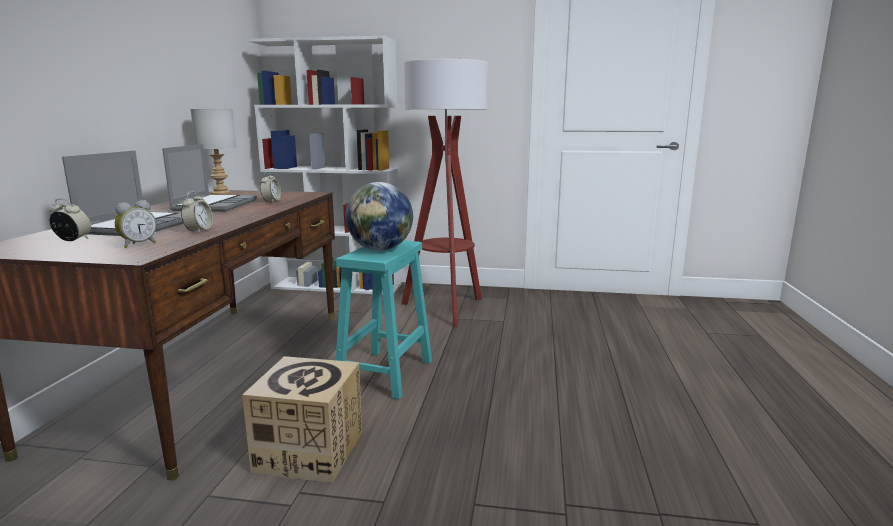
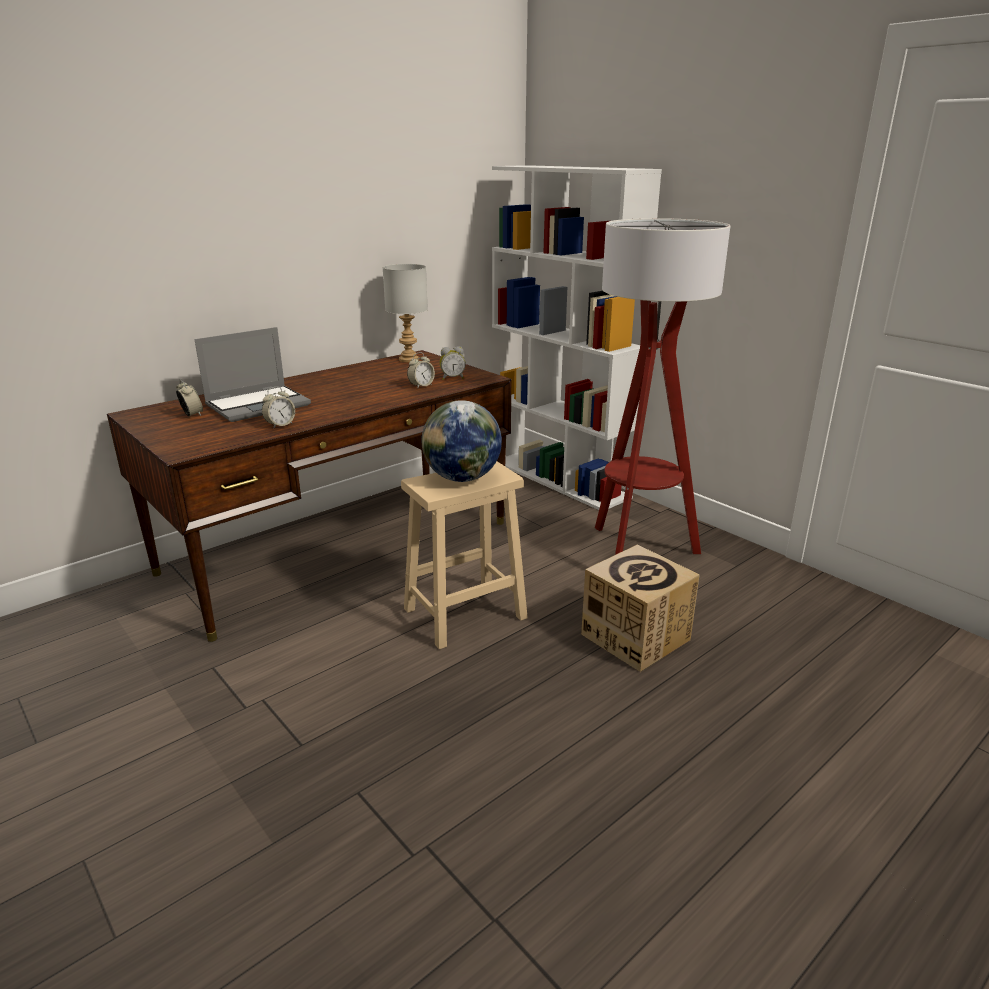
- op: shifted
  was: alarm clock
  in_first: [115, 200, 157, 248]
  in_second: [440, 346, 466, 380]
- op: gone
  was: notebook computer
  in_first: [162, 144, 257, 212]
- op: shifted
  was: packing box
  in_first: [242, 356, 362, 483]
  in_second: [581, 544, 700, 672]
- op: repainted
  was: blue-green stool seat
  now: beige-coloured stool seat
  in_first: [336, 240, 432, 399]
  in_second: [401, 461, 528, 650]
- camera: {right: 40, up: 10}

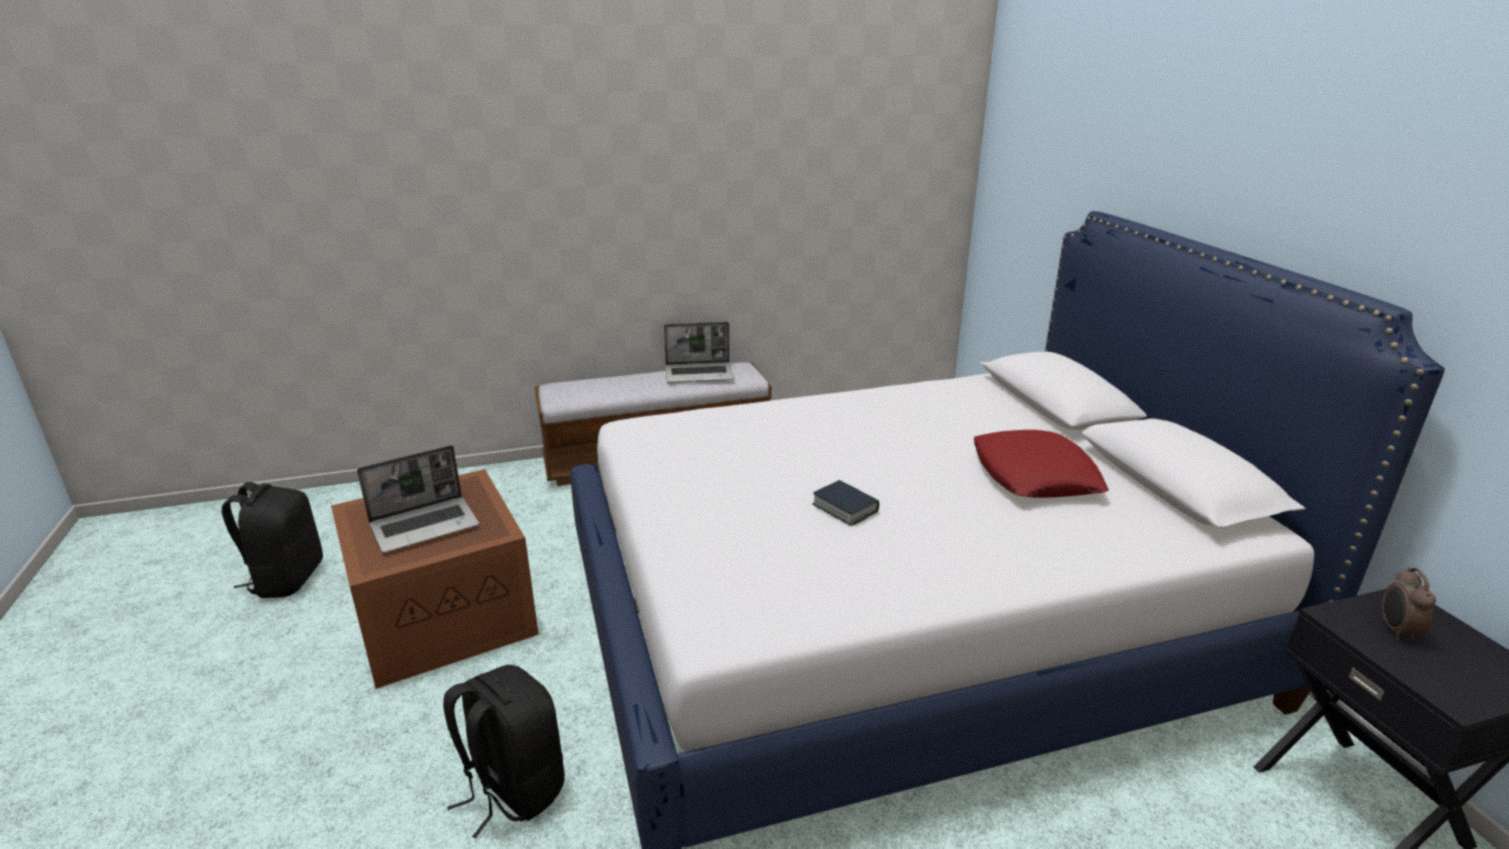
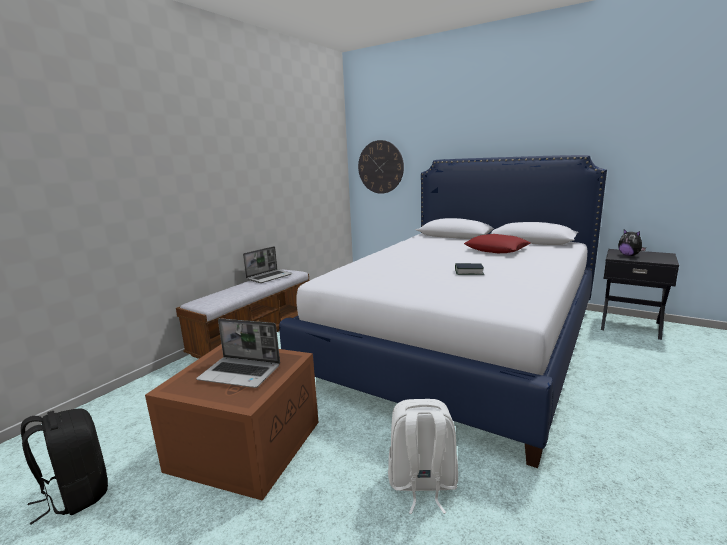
- op: rotated
  was: notebook computer
  in_first: [357, 445, 479, 553]
  in_second: [196, 318, 280, 388]
  clockwise: 90
- op: repainted
  was: black-coloured knapsack
  now: white-coloured knapsack
  in_first: [443, 665, 565, 838]
  in_second: [388, 399, 458, 514]
- op: swapped
  was: alarm clock
  now: soft toy
  in_first: [1382, 567, 1436, 640]
  in_second: [618, 229, 646, 256]
- op: new
  now: hanging clock
  in_second: [358, 140, 404, 194]
- camera: {right: -40, up: -10}

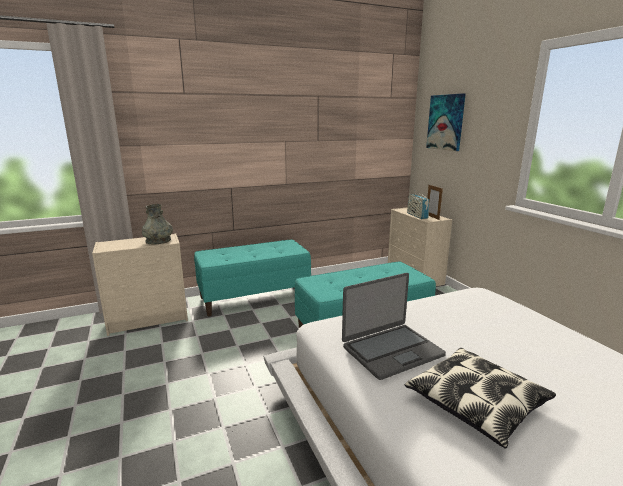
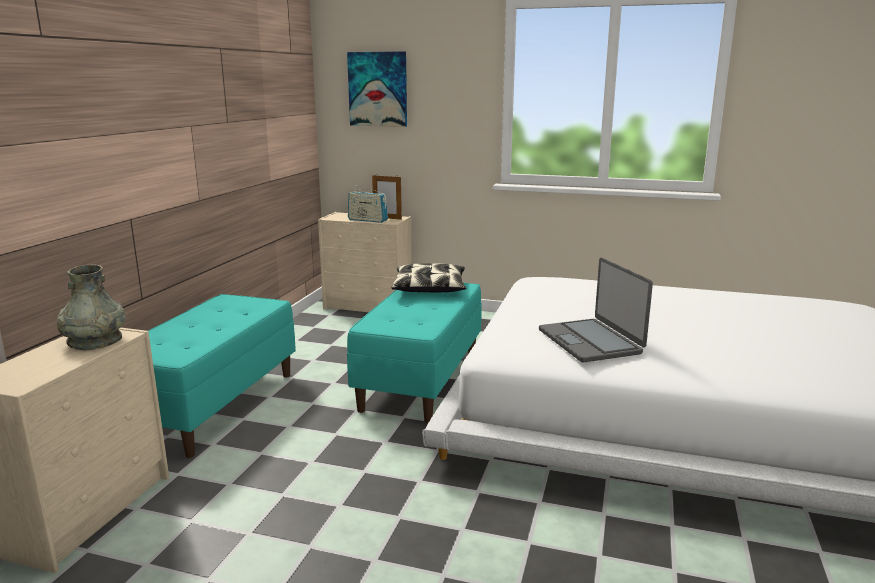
- op: rotated
  was: notebook computer
  in_first: [342, 273, 446, 380]
  in_second: [539, 258, 653, 363]
  clockwise: 150
- op: shifted
  was: throw pillow
  in_first: [405, 348, 556, 449]
  in_second: [391, 263, 466, 292]
- camera: {right: -50, up: 0}

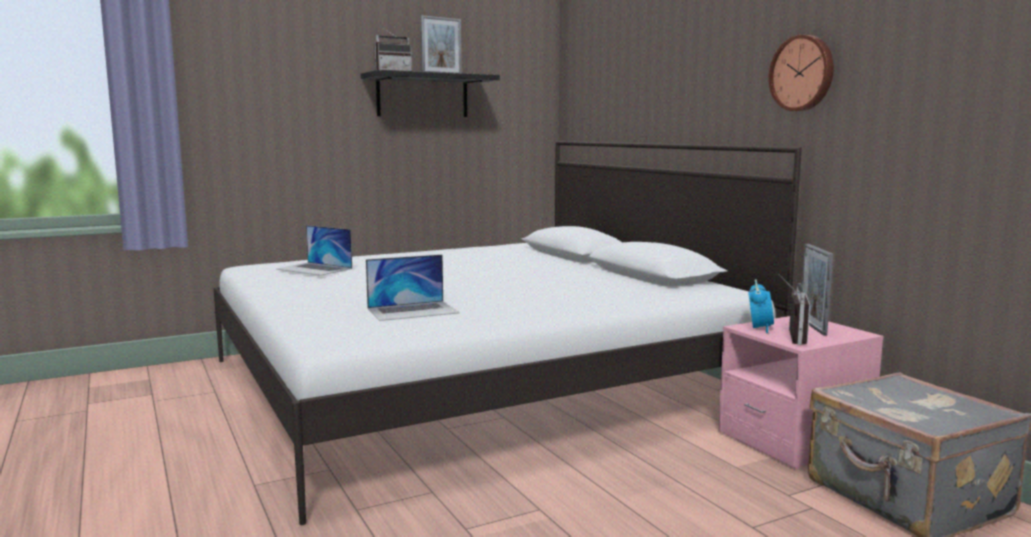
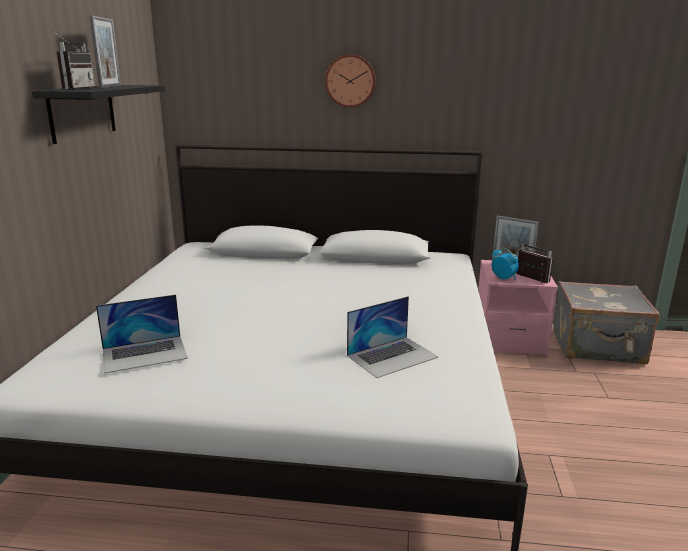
- op: rotated
  was: notebook computer
  in_first: [366, 255, 460, 321]
  in_second: [347, 296, 438, 378]
  clockwise: 45
- op: shifted
  was: hanging clock
  in_first: [768, 35, 834, 111]
  in_second: [325, 54, 376, 108]
- camera: {right: -55, up: 10}

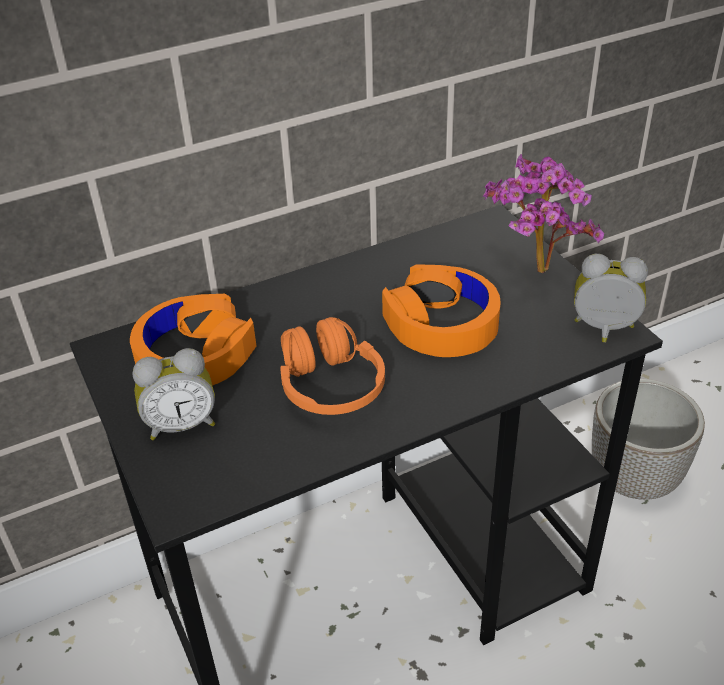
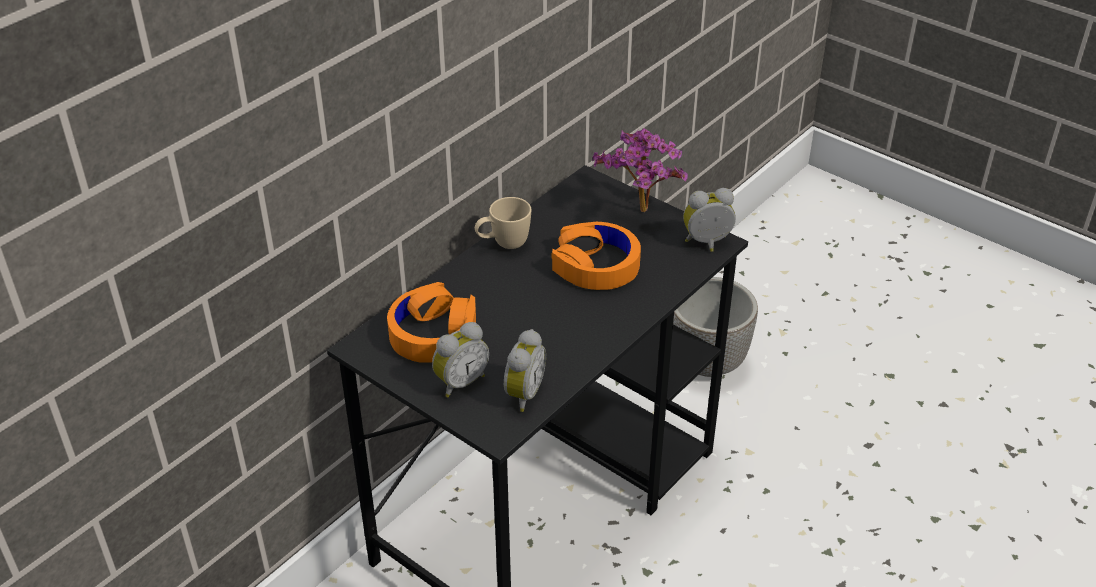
- op: gone
  was: orangey headphones
  in_first: [281, 317, 385, 415]
- op: new
  now: beige-coloured tea mug
  in_second: [475, 197, 531, 249]
- op: new
  now: alarm clock
  in_second: [504, 329, 546, 412]
- camera: {right: -25, up: 0}

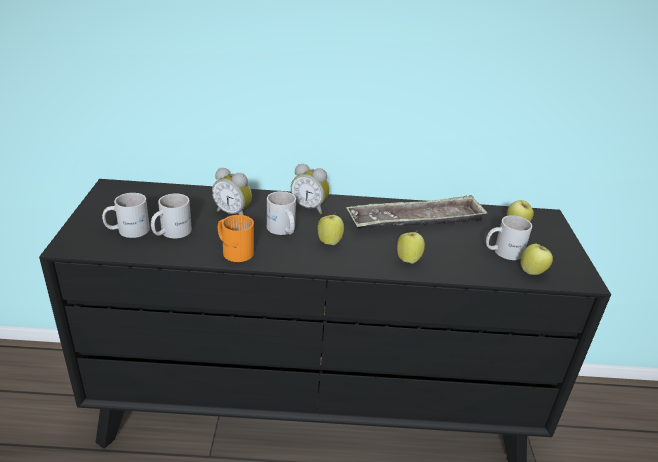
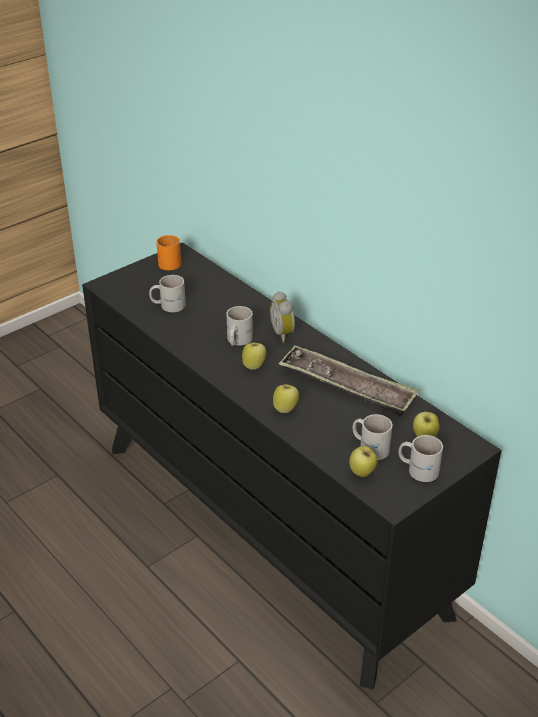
- op: shifted
  was: white-coloured tea mug
  in_first: [102, 193, 150, 238]
  in_second: [399, 435, 443, 482]
- op: gone
  was: alarm clock
  in_first: [212, 168, 252, 215]
- op: shifted
  was: orangey tea mug
  in_first: [218, 215, 254, 262]
  in_second: [156, 235, 181, 270]
- camera: {right: 50, up: 5}

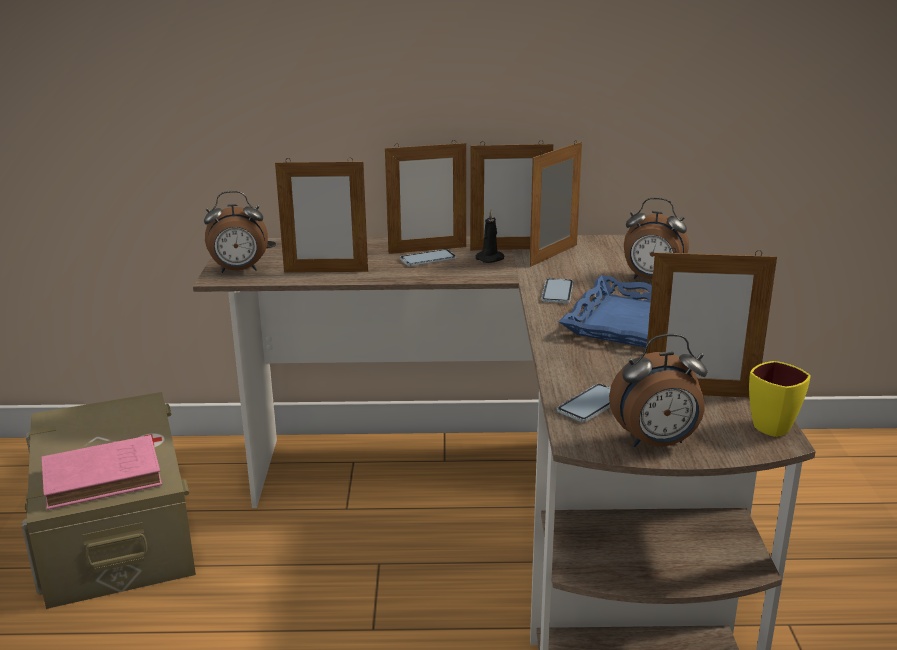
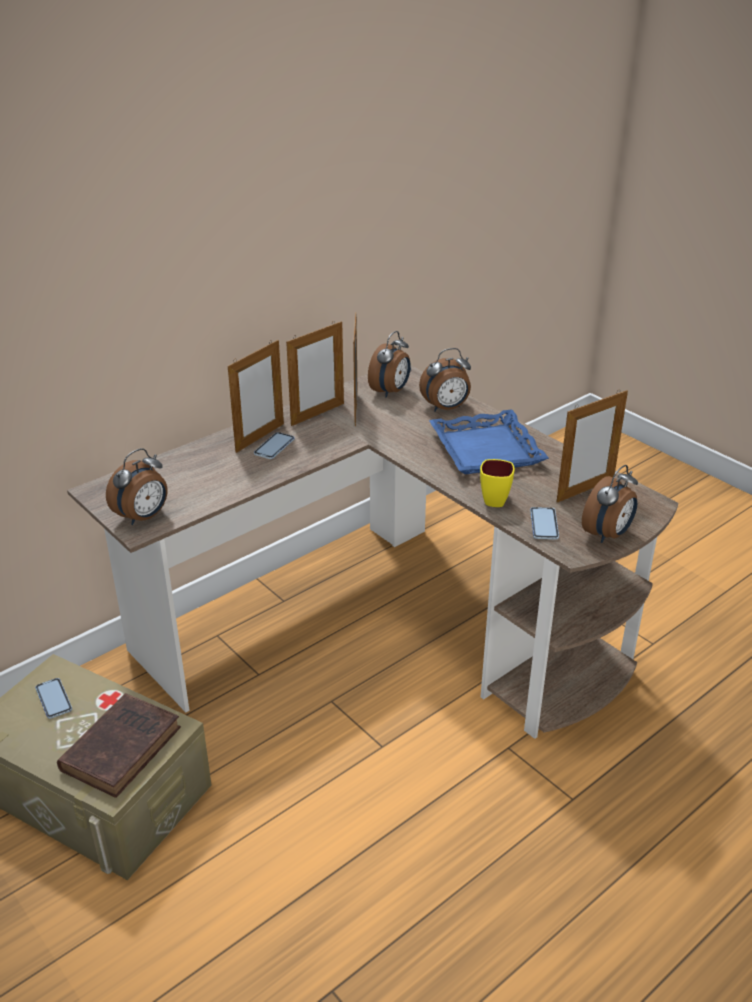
- op: repainted
  was: pink volume
  now: brown volume
  in_first: [42, 435, 162, 510]
  in_second: [57, 693, 181, 798]
- op: gone
  was: photo frame
  in_first: [275, 158, 368, 273]
- op: gone
  was: black-coloured candle
  in_first: [476, 209, 504, 263]
- op: shifted
  was: phone
  in_first: [541, 278, 574, 303]
  in_second: [35, 678, 72, 719]
- op: shifted
  was: yellow tea mug
  in_first: [749, 361, 811, 437]
  in_second: [480, 459, 515, 507]
- op: new
  now: alarm clock
  in_second: [368, 331, 411, 397]
- camera: {right: -40, up: 10}

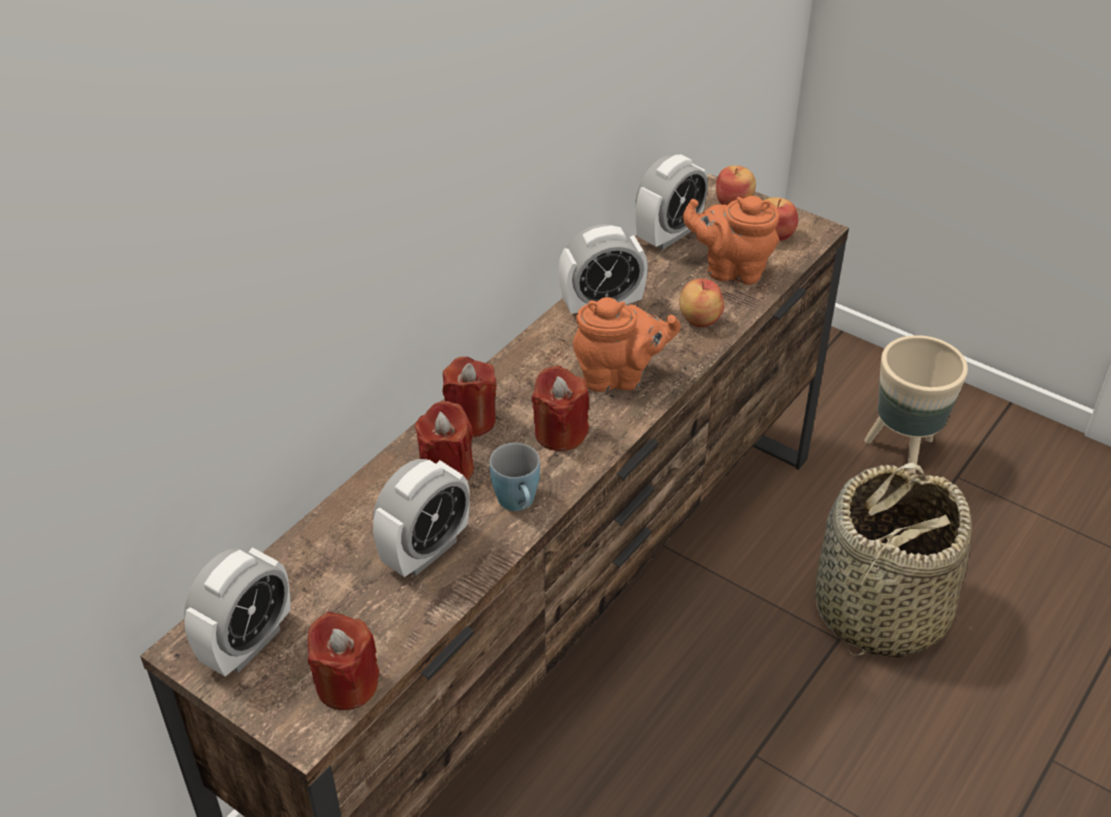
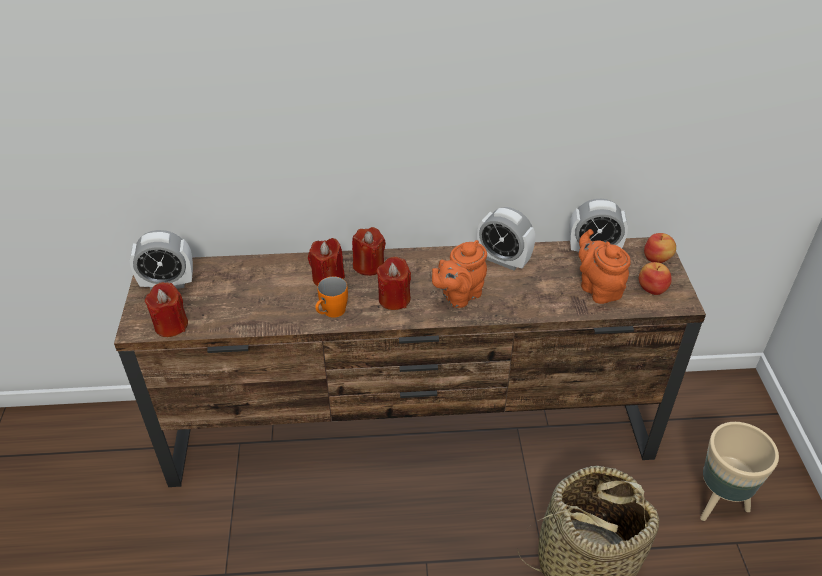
- op: gone
  was: alarm clock
  in_first: [373, 459, 470, 577]
- op: repainted
  was: blue-coloured tea mug
  now: orangey tea mug
  in_first: [490, 443, 540, 511]
  in_second: [315, 276, 348, 318]
- op: rotated
  was: orangey tea pot
  in_first: [573, 297, 681, 392]
  in_second: [432, 240, 487, 308]
  clockwise: 90
- op: gone
  was: apple
  in_first: [679, 279, 724, 327]
- camera: {right: 50, up: 0}

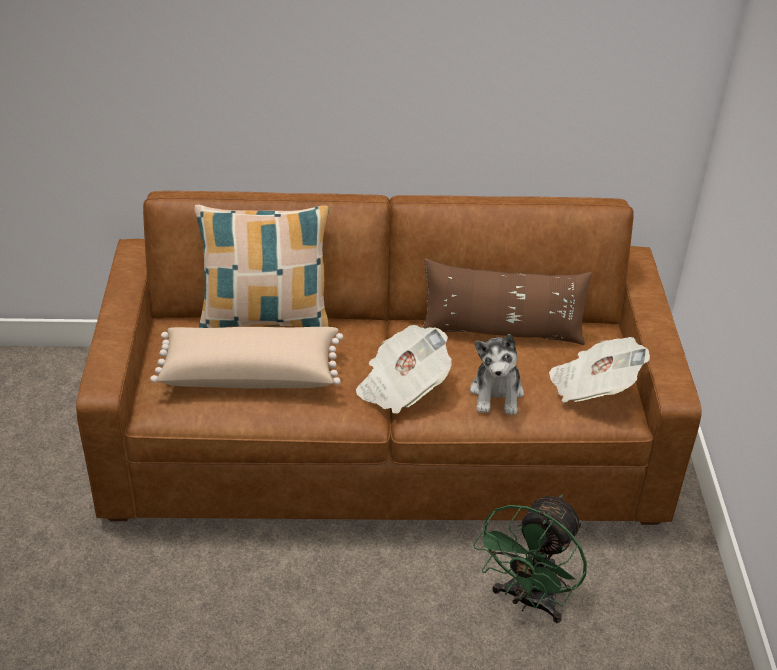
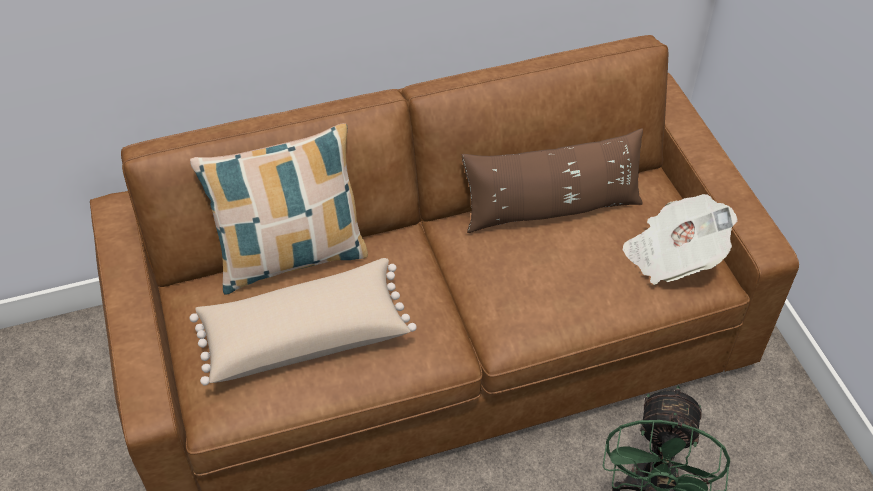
- op: gone
  was: daily paper
  in_first: [356, 325, 452, 414]
- op: gone
  was: soft toy
  in_first: [470, 334, 524, 415]
- camera: {right: -15, up: 10}

